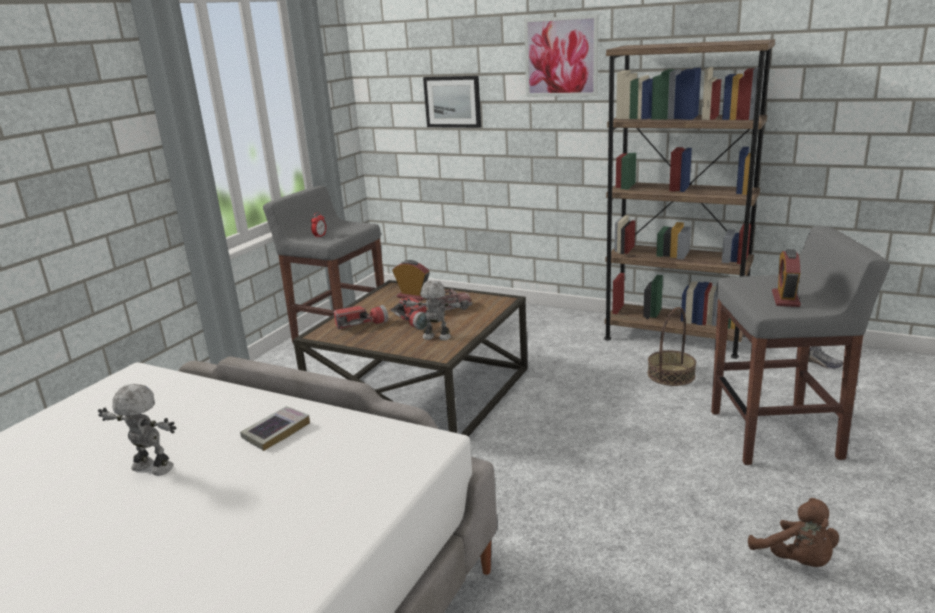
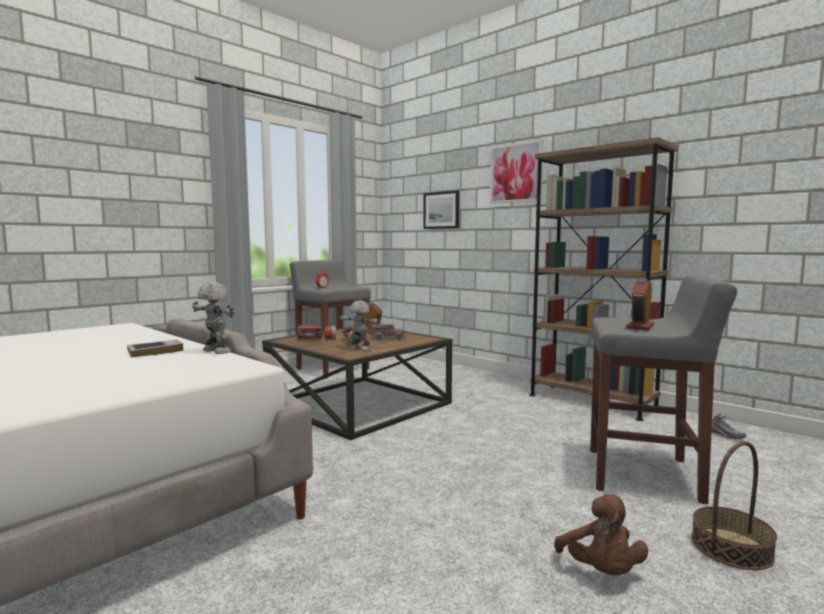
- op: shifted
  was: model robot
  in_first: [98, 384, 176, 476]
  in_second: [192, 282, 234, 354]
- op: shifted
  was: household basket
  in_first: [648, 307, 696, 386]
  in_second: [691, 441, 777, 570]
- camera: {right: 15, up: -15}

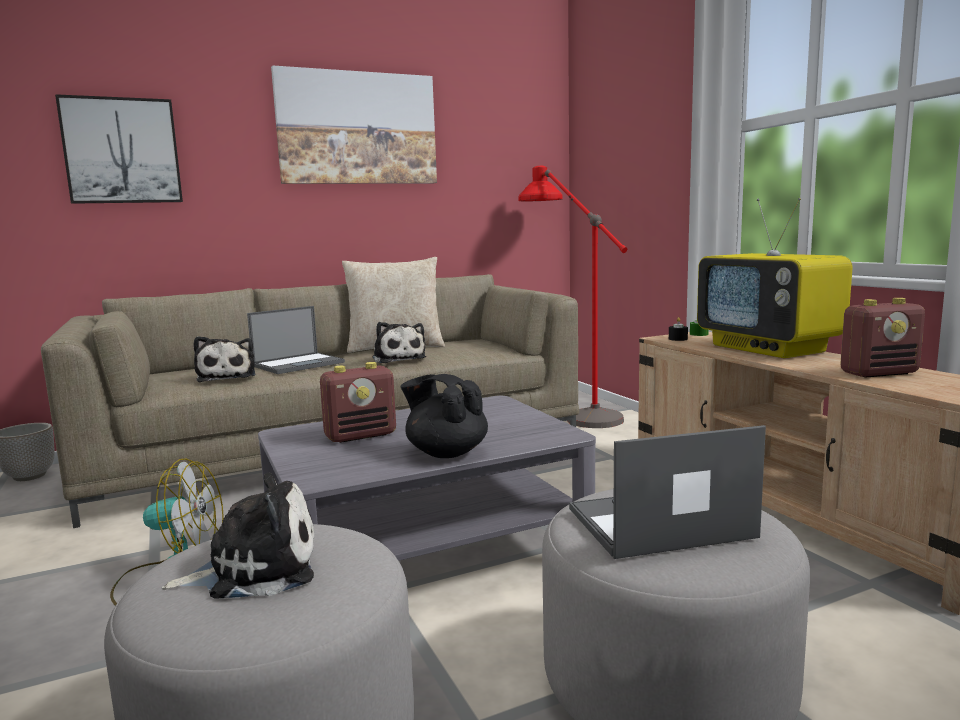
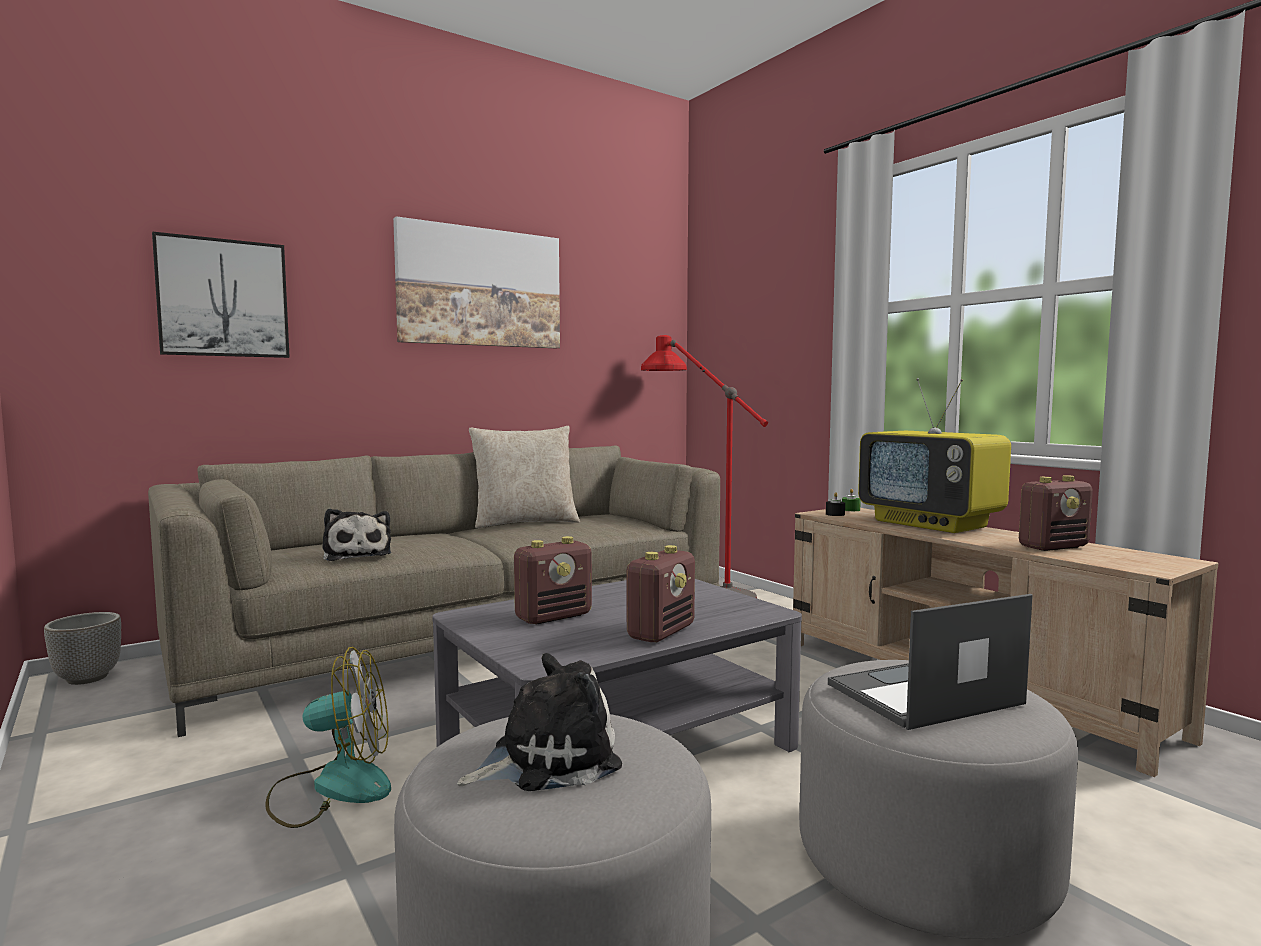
- op: gone
  was: notebook computer
  in_first: [247, 306, 345, 374]
- op: gone
  was: soft toy
  in_first: [373, 322, 426, 363]
- op: swapped
  was: black-coloured tea pot
  now: radio receiver
  in_first: [400, 374, 488, 458]
  in_second: [627, 545, 695, 643]
- camera: {right: -10, up: -5}

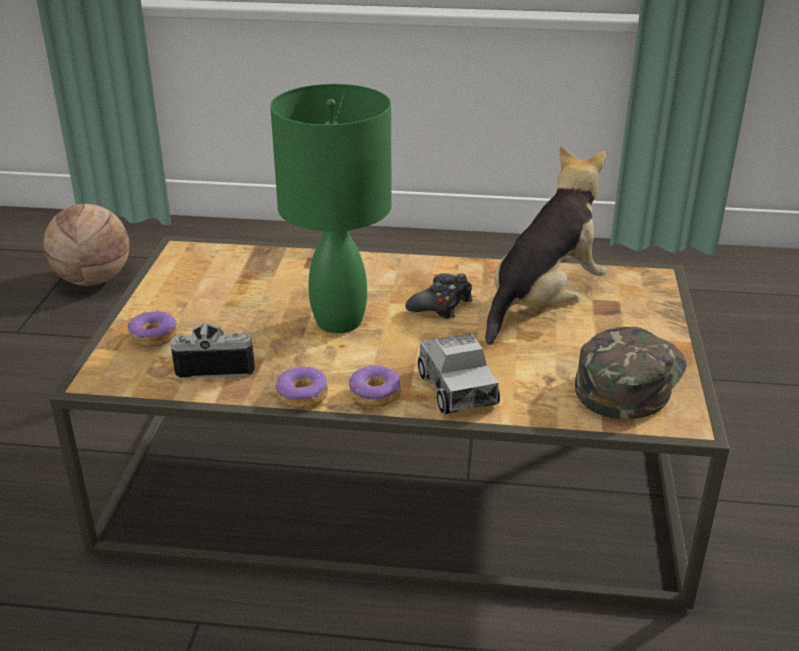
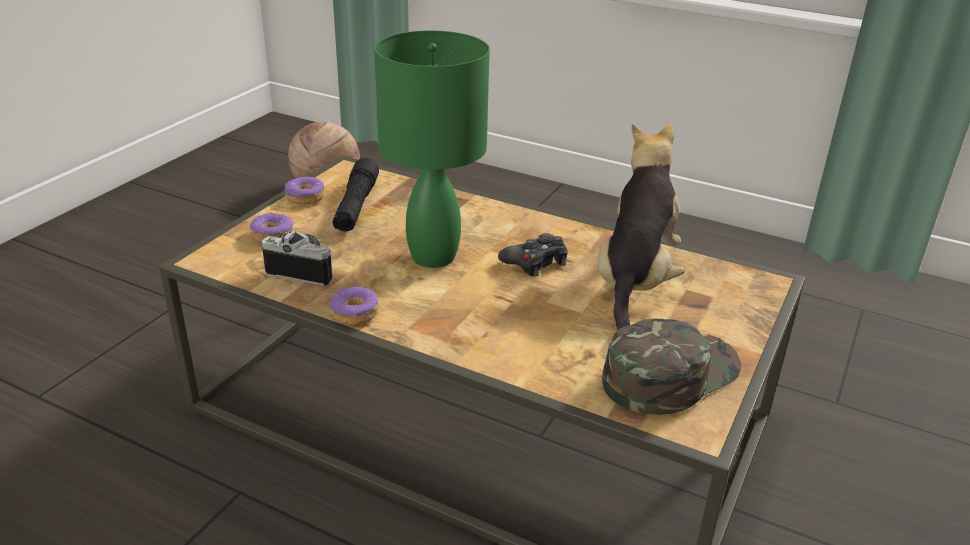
- op: shifted
  was: ring doughnut
  in_first: [349, 365, 402, 407]
  in_second: [285, 176, 325, 205]
- op: gone
  was: toy lorry
  in_first: [418, 333, 500, 414]
- op: rotated
  was: soft toy
  in_first: [485, 146, 607, 345]
  in_second: [598, 123, 685, 330]
  clockwise: -45
- op: new
  now: black-coloured torch
  in_second: [333, 158, 379, 231]
- camera: {right: 20, up: 0}

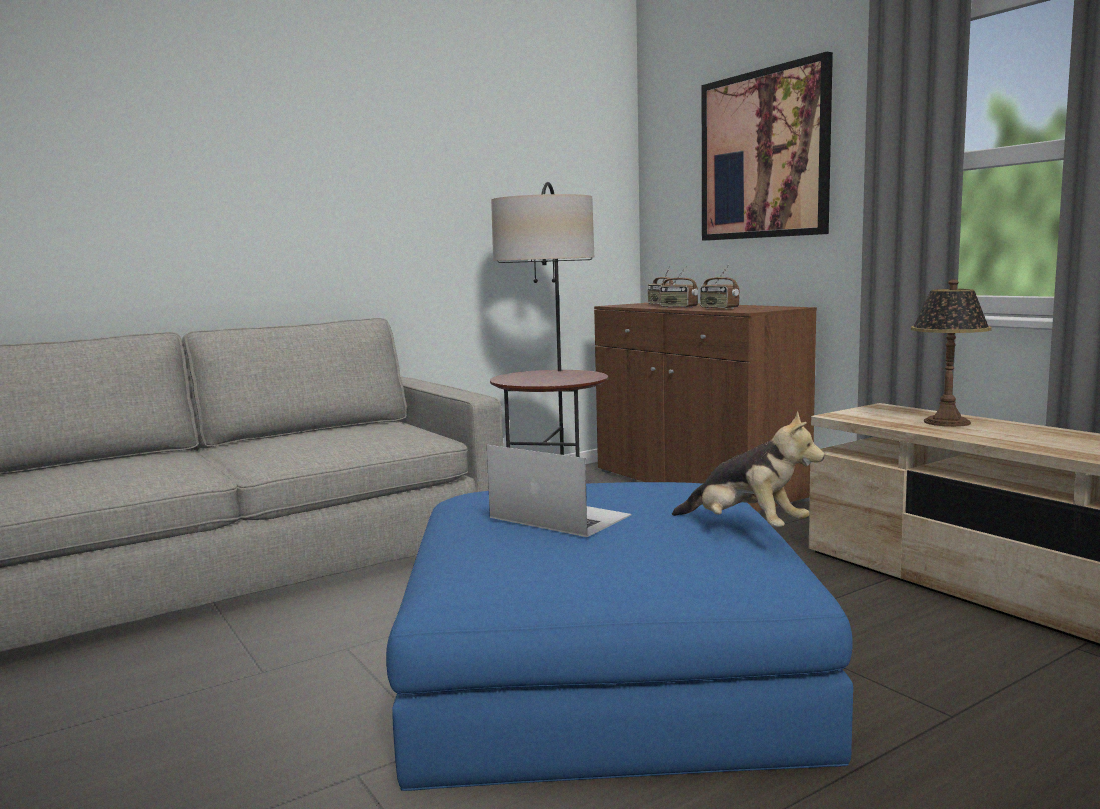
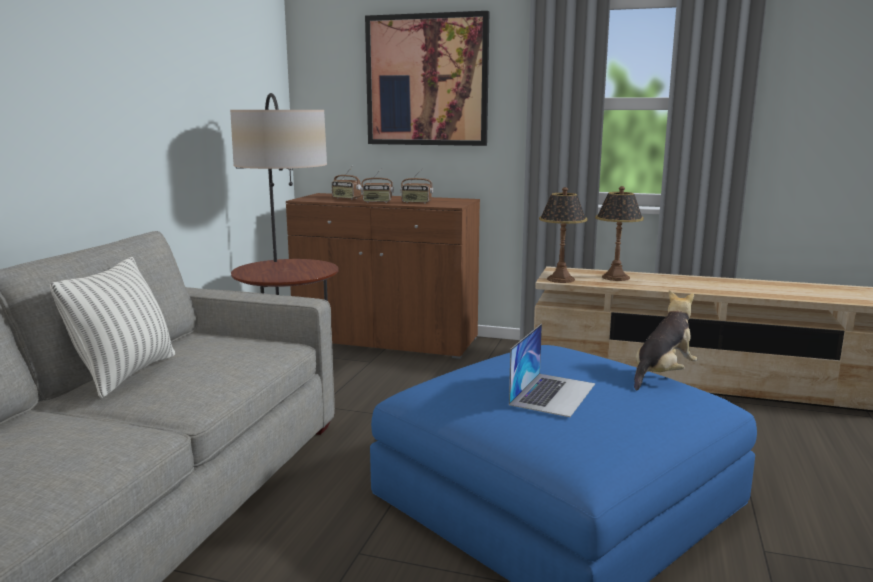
- op: rotated
  was: notebook computer
  in_first: [487, 445, 632, 537]
  in_second: [509, 324, 595, 417]
  clockwise: 120
- op: rotated
  was: soft toy
  in_first: [672, 411, 825, 527]
  in_second: [634, 290, 698, 390]
  clockwise: -45
- op: new
  now: throw pillow
  in_second: [50, 257, 175, 398]
- op: new
  now: table lamp
  in_second: [539, 187, 587, 283]
- camera: {right: -40, up: 5}

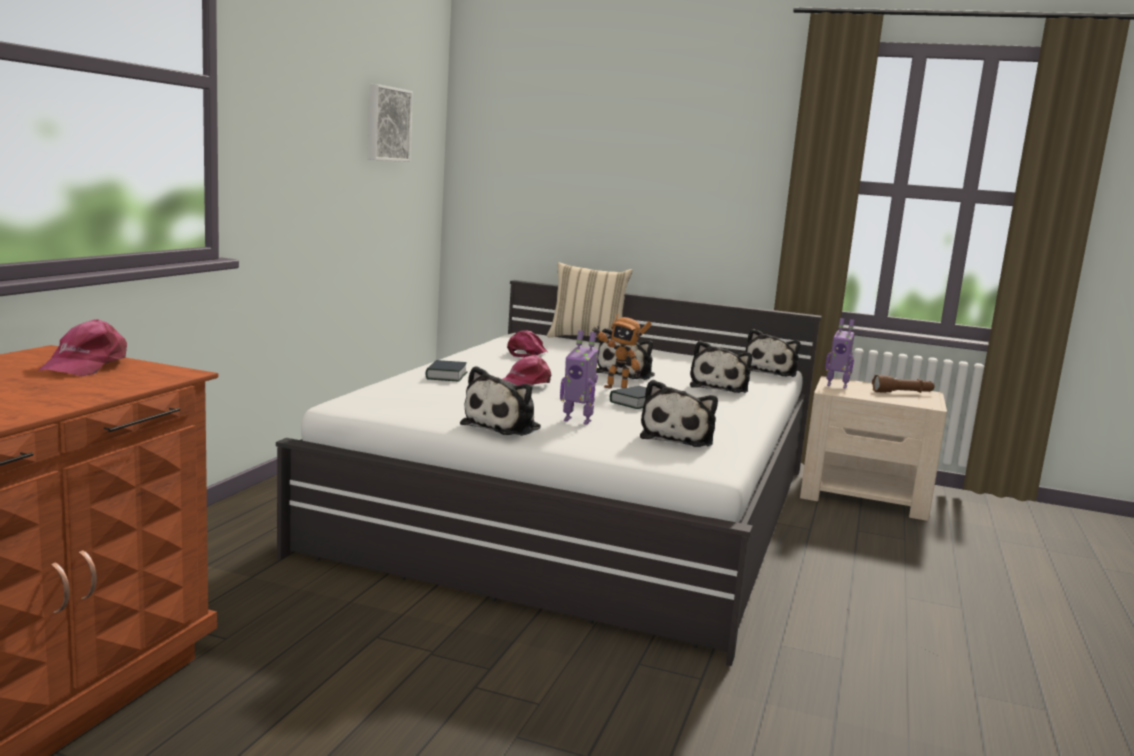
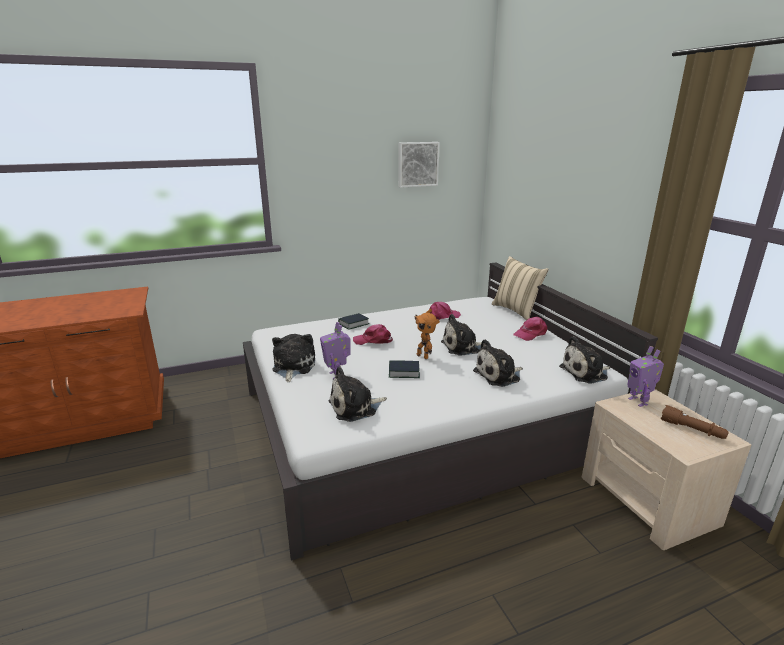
- op: shifted
  was: pink peaked cap
  in_first: [38, 319, 127, 376]
  in_second: [513, 317, 548, 341]
- op: rotated
  was: soft toy
  in_first: [460, 366, 541, 436]
  in_second: [272, 334, 315, 382]
  clockwise: 105
- camera: {right: 50, up: 10}

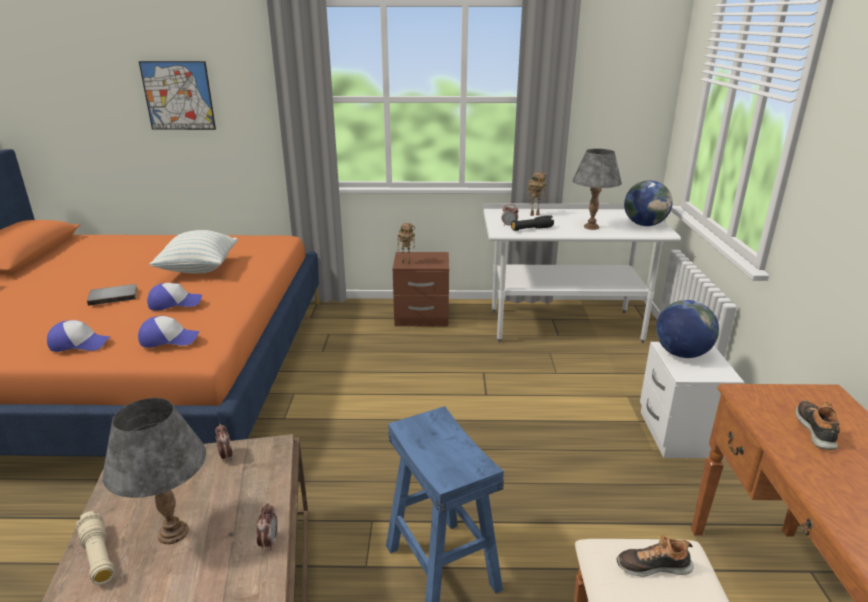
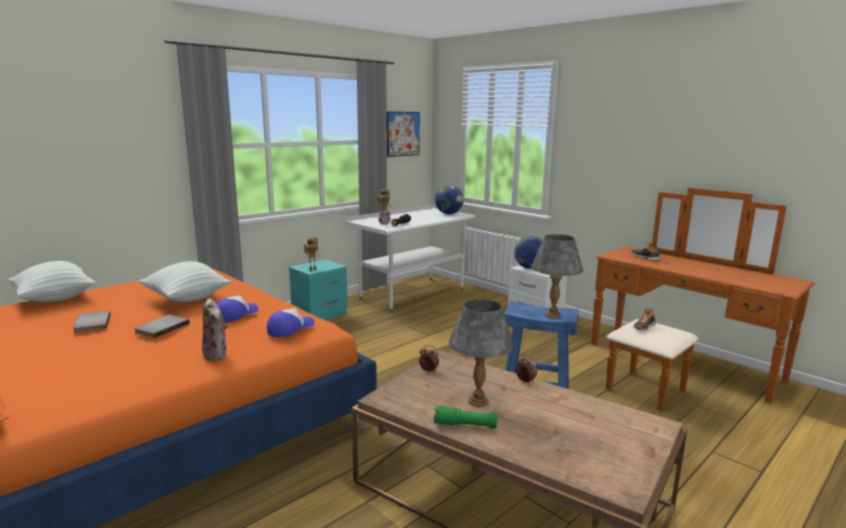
- op: swapped
  was: peaked cap
  now: soft toy
  in_first: [47, 320, 110, 352]
  in_second: [202, 298, 228, 361]
- op: repainted
  was: beige-coloured torch
  now: greenish torch
  in_first: [76, 511, 114, 585]
  in_second: [434, 406, 497, 428]
- op: shifted
  was: picture
  in_first: [139, 61, 216, 130]
  in_second: [387, 112, 420, 157]
- op: repainted
  was: brown bedside table
  now: blue-green bedside table
  in_first: [393, 252, 449, 327]
  in_second: [289, 260, 348, 320]
- op: shifted
  was: grey table lamp
  in_first: [572, 149, 622, 230]
  in_second: [531, 234, 583, 319]
- op: new
  now: throw pillow
  in_second: [8, 261, 96, 302]
- op: new
  now: grey volume
  in_second: [73, 311, 110, 333]
- camera: {right: -45, up: -10}

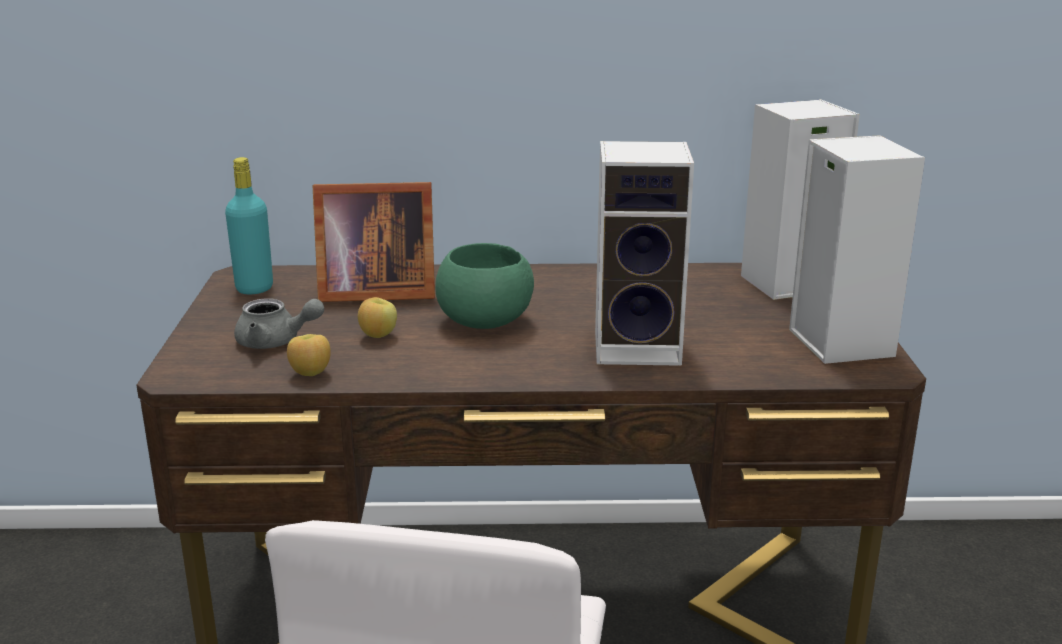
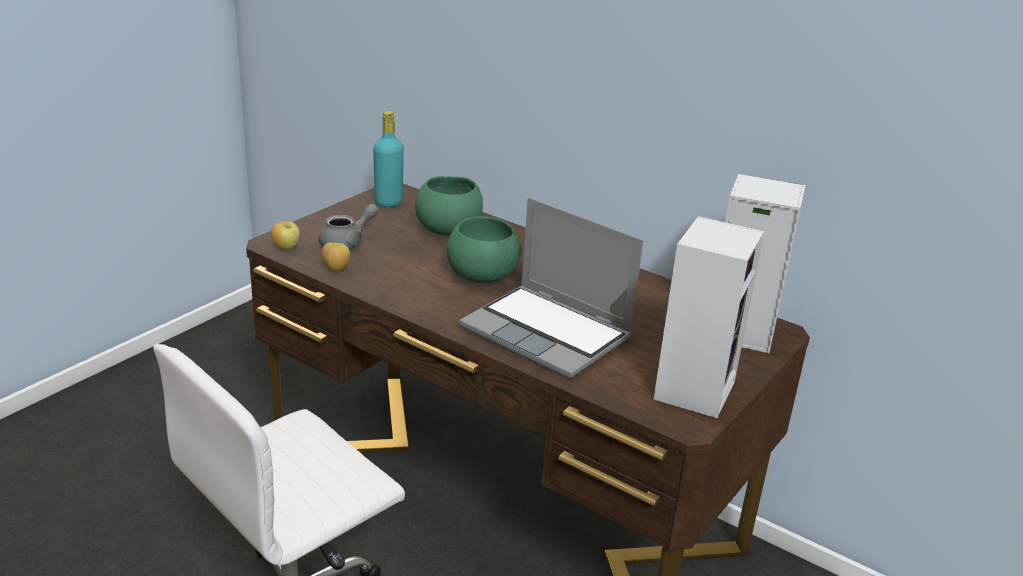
- op: rotated
  was: grey tea pot
  in_first: [234, 298, 324, 349]
  in_second: [319, 204, 379, 249]
  clockwise: -90
- op: swapped
  was: photo frame
  now: greenish serving bowl
  in_first: [312, 182, 435, 302]
  in_second: [415, 176, 483, 236]
- op: shifted
  was: apple
  in_first: [358, 297, 397, 338]
  in_second: [271, 221, 300, 250]
- op: swapped
  was: audio speaker
  now: notebook computer
  in_first: [595, 141, 694, 366]
  in_second: [459, 197, 643, 379]
- camera: {right: 35, up: 5}

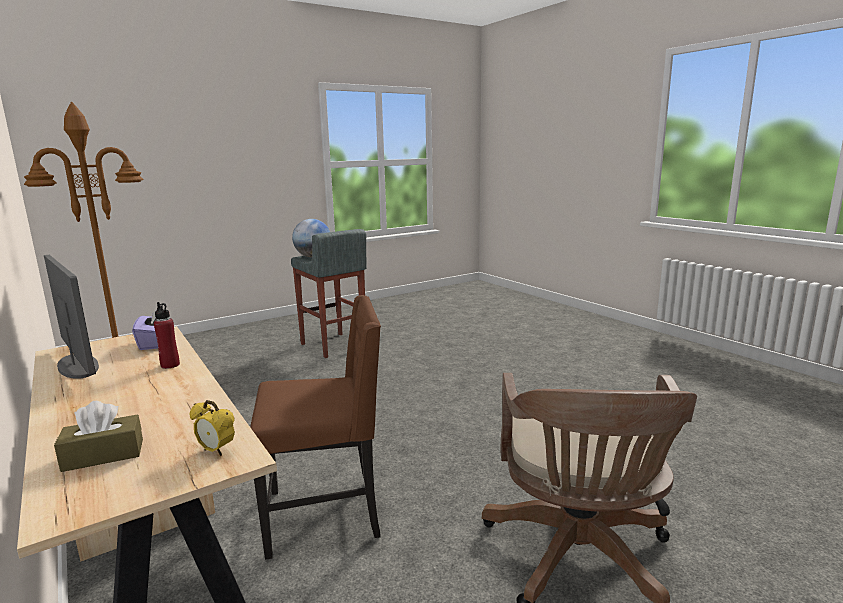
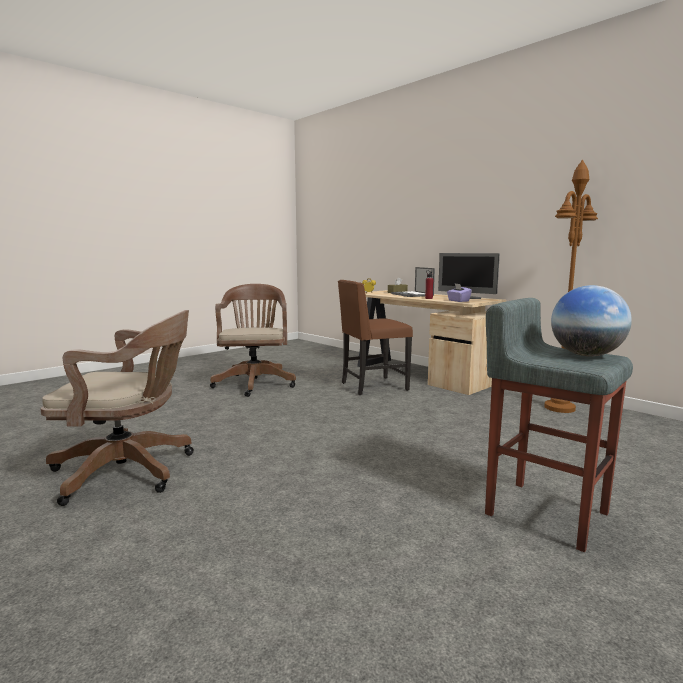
- op: new
  now: brown office chair
  in_second: [41, 310, 194, 506]
- op: new
  now: notebook computer
  in_second: [391, 267, 435, 297]
- camera: {right: 170, up: -5}

